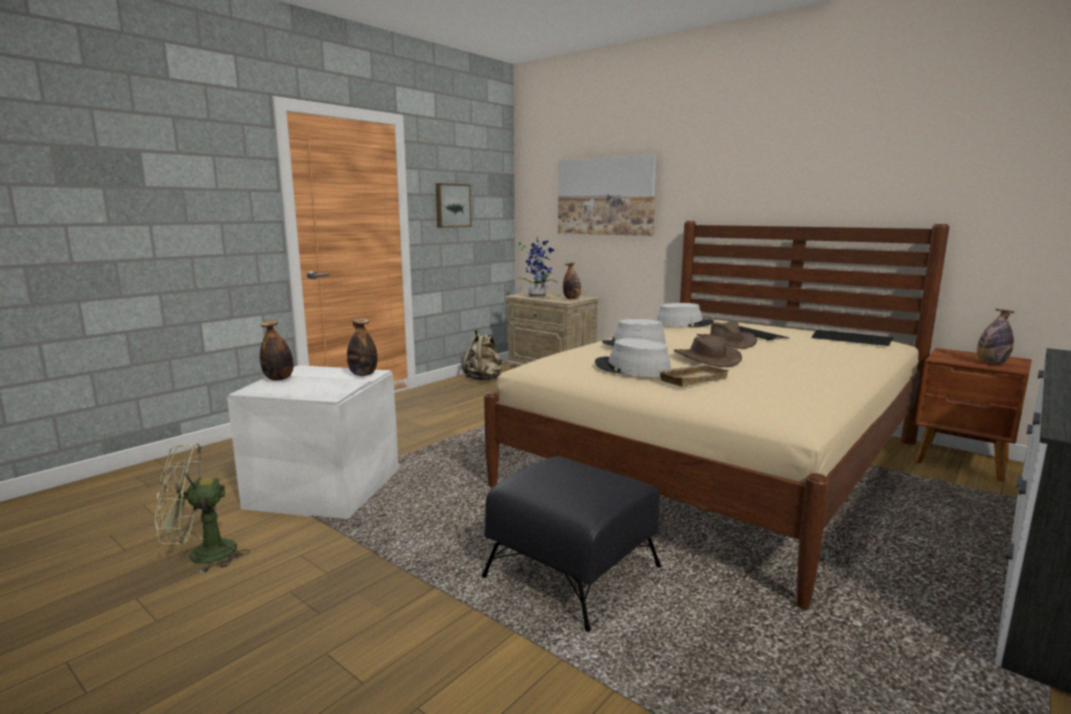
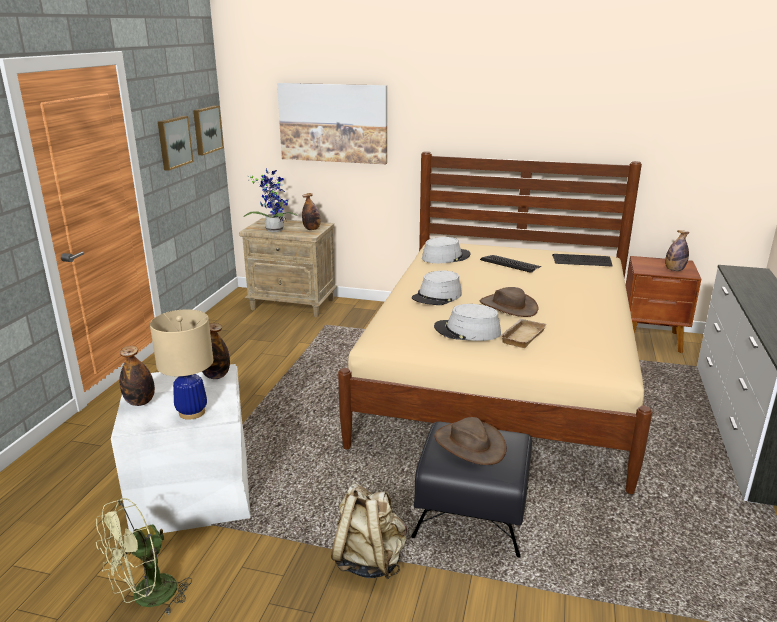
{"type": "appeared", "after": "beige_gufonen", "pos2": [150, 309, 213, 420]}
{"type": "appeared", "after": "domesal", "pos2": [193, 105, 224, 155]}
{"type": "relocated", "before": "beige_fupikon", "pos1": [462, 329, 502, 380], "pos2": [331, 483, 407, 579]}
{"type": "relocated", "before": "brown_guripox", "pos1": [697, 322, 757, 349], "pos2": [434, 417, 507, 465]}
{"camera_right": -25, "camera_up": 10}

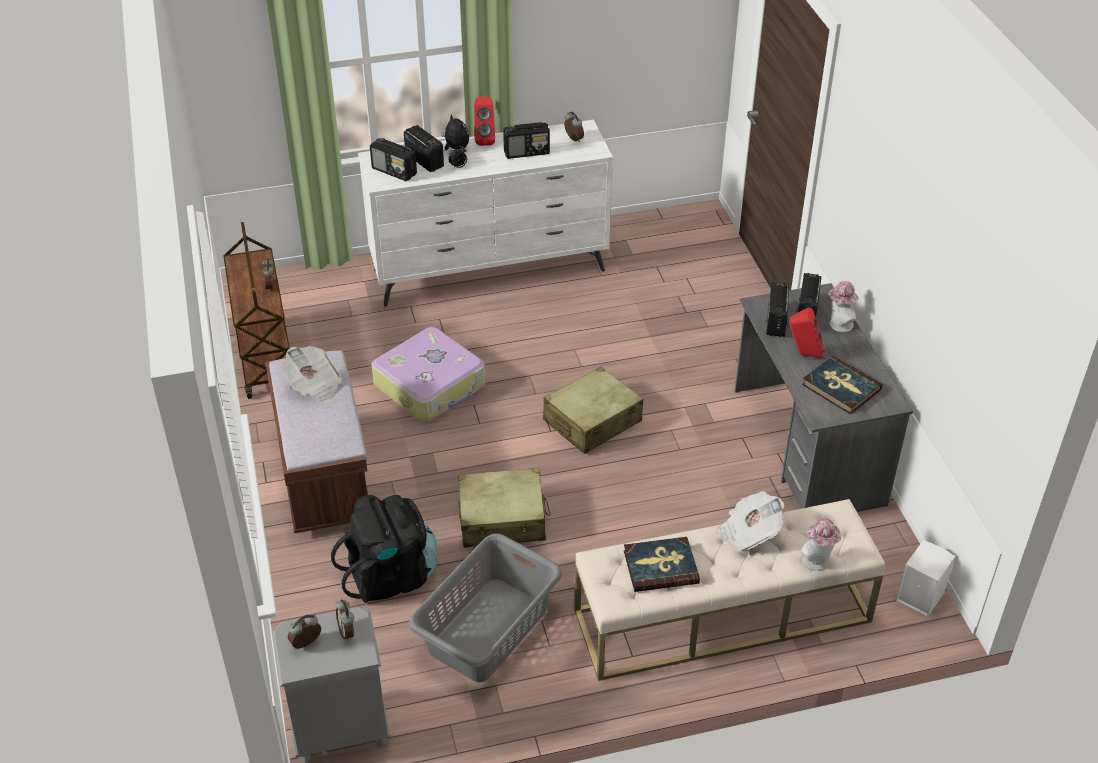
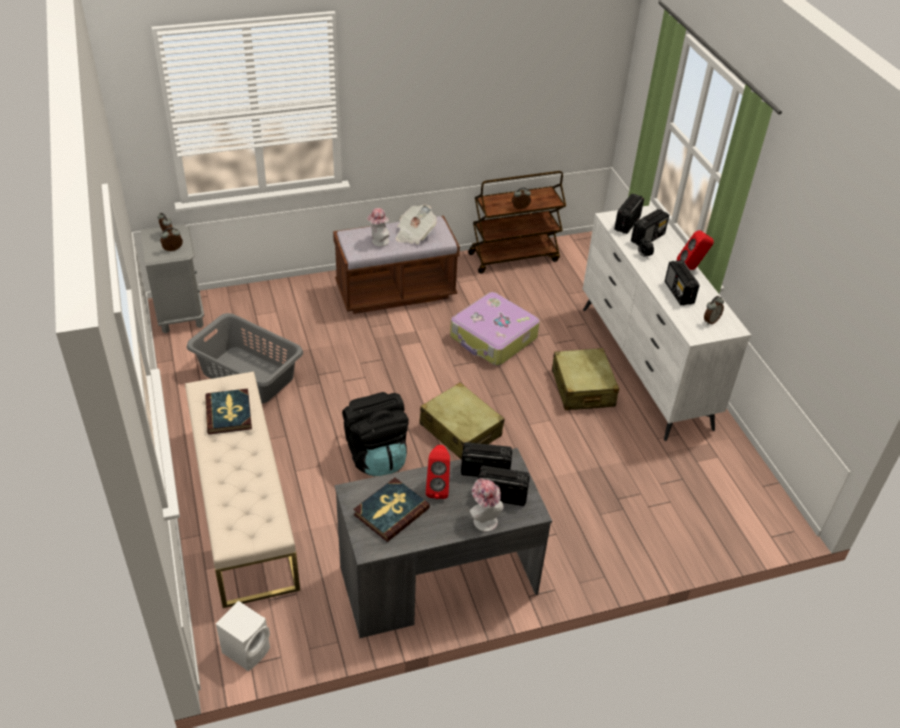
{"type": "relocated", "before": "black_fupikon", "pos1": [331, 495, 437, 603], "pos2": [342, 392, 409, 476]}
{"type": "relocated", "before": "guripox", "pos1": [801, 518, 841, 571], "pos2": [367, 208, 390, 246]}
{"type": "relocated", "before": "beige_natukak", "pos1": [458, 468, 551, 548], "pos2": [552, 348, 619, 410]}
{"type": "missing", "before": "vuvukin", "pos1": [442, 114, 469, 150]}
{"type": "missing", "before": "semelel", "pos1": [716, 491, 785, 553]}
{"camera_right": 85, "camera_up": 0}

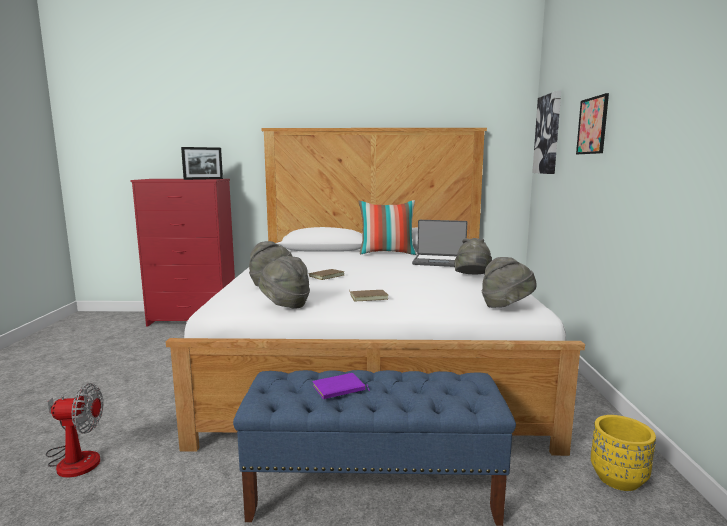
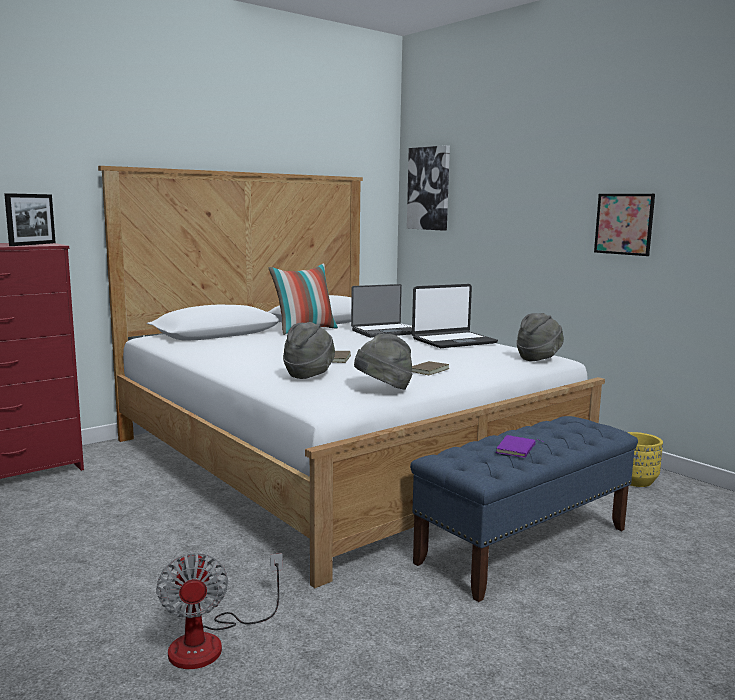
{"type": "spun", "before": "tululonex", "pos1": [46, 383, 103, 478], "pos2": [156, 551, 283, 669], "turn": 120}
{"type": "exchanged", "before": "grey_guripox", "after": "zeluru", "pos1": [454, 238, 492, 274], "pos2": [412, 284, 498, 348]}
{"type": "relocated", "before": "domesal", "pos1": [576, 93, 609, 154], "pos2": [594, 194, 655, 256]}
{"camera_right": -40, "camera_up": 0}

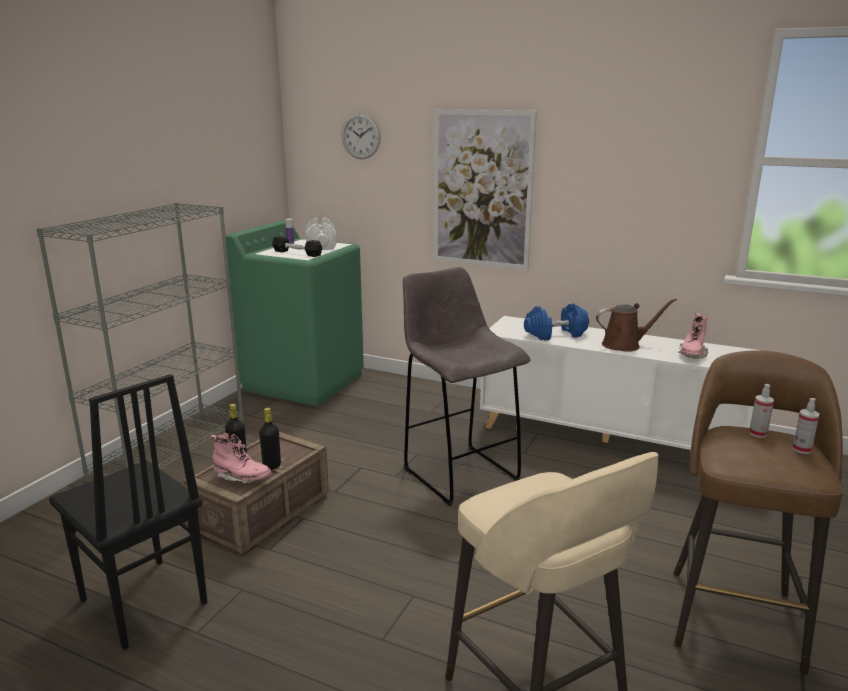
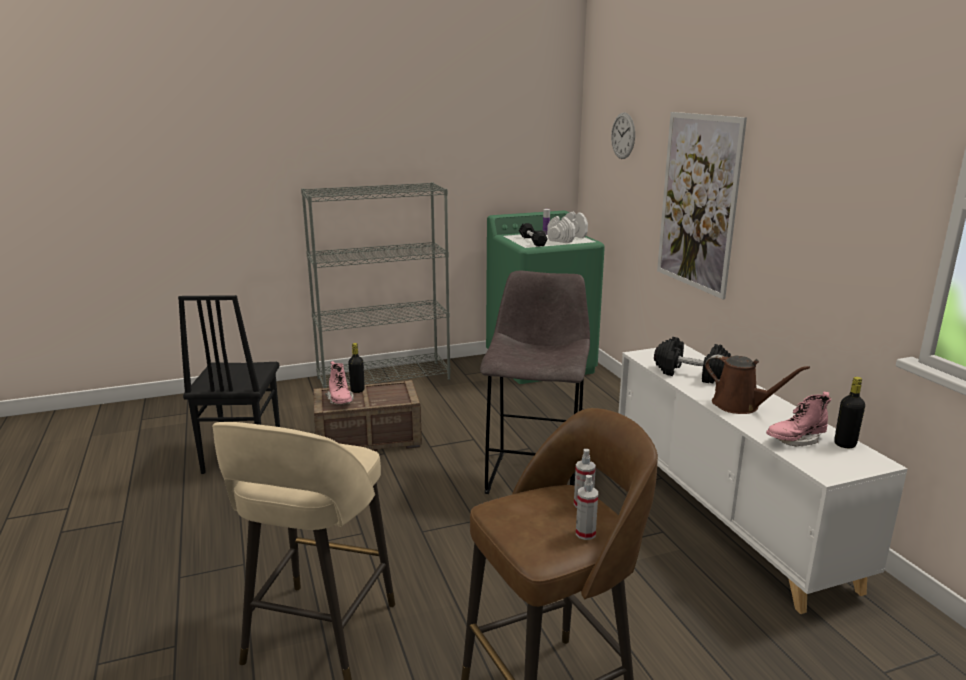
{"type": "colour", "before": "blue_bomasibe", "after": "black_bomasibe", "pos1": [524, 303, 589, 340], "pos2": [654, 337, 731, 384]}
{"type": "relocated", "before": "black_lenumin", "pos1": [259, 408, 281, 470], "pos2": [834, 377, 865, 448]}
{"camera_right": 45, "camera_up": 0}

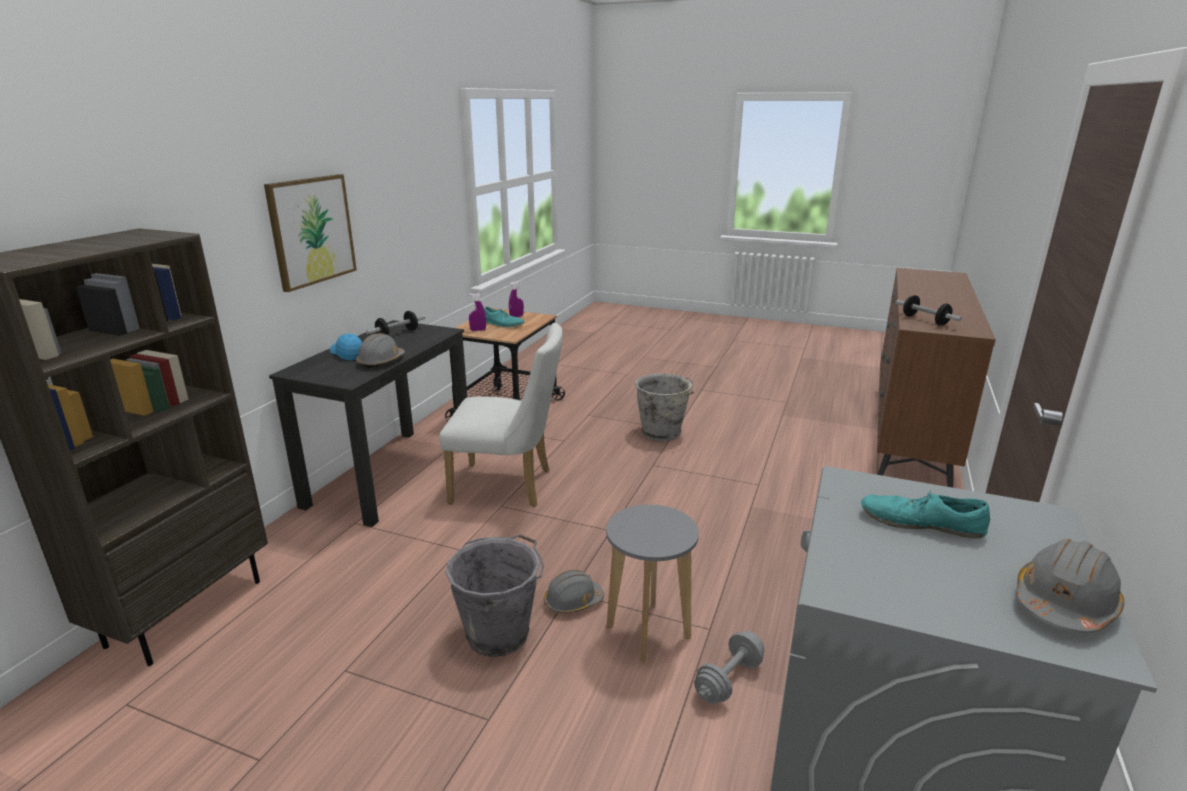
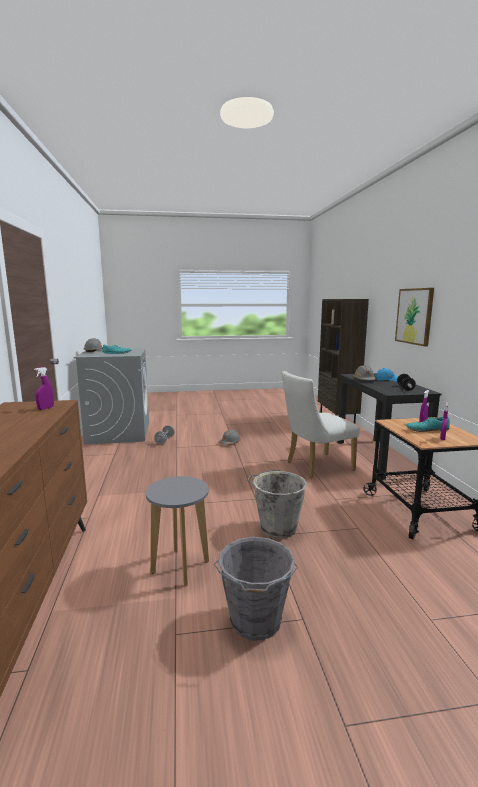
{"type": "exchanged", "before": "bomasibe", "after": "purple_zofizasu", "pos1": [896, 295, 962, 326], "pos2": [34, 367, 54, 410]}
{"type": "relocated", "before": "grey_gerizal", "pos1": [606, 505, 699, 663], "pos2": [146, 476, 209, 586]}
{"type": "relocated", "before": "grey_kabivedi", "pos1": [446, 534, 544, 657], "pos2": [214, 537, 298, 641]}
{"camera_right": 150, "camera_up": -10}

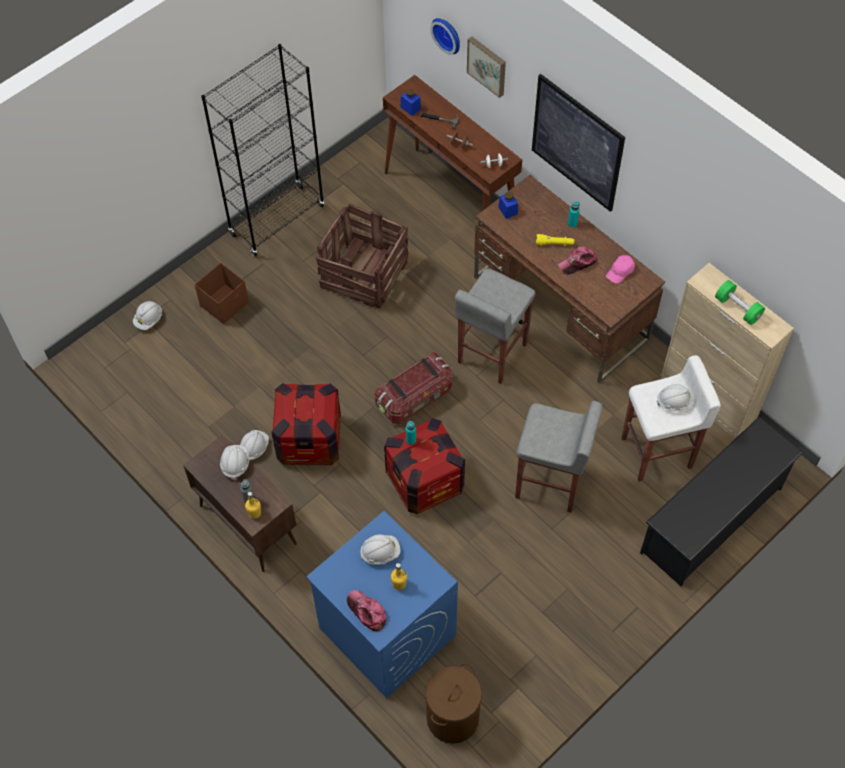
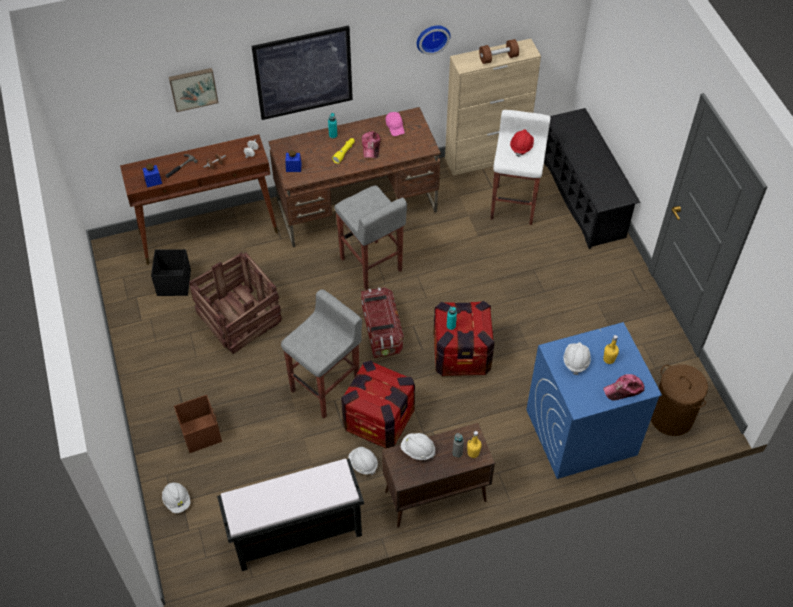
{"type": "appeared", "after": "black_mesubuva", "pos2": [151, 249, 191, 296]}
{"type": "appeared", "after": "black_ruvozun", "pos2": [217, 459, 364, 571]}
{"type": "relocated", "before": "grey_gerizal", "pos1": [515, 401, 603, 513], "pos2": [281, 289, 362, 418]}
{"type": "relocated", "before": "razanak", "pos1": [430, 18, 460, 54], "pos2": [417, 25, 450, 55]}
{"type": "colour", "before": "green_bomasibe", "after": "brown_bomasibe", "pos1": [715, 280, 765, 325], "pos2": [479, 39, 519, 64]}
{"type": "colour", "before": "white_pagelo", "after": "red_pagelo", "pos1": [657, 384, 694, 411], "pos2": [510, 129, 534, 157]}
{"type": "missing", "before": "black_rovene", "pos1": [201, 44, 325, 256]}
{"camera_right": -65, "camera_up": -5}

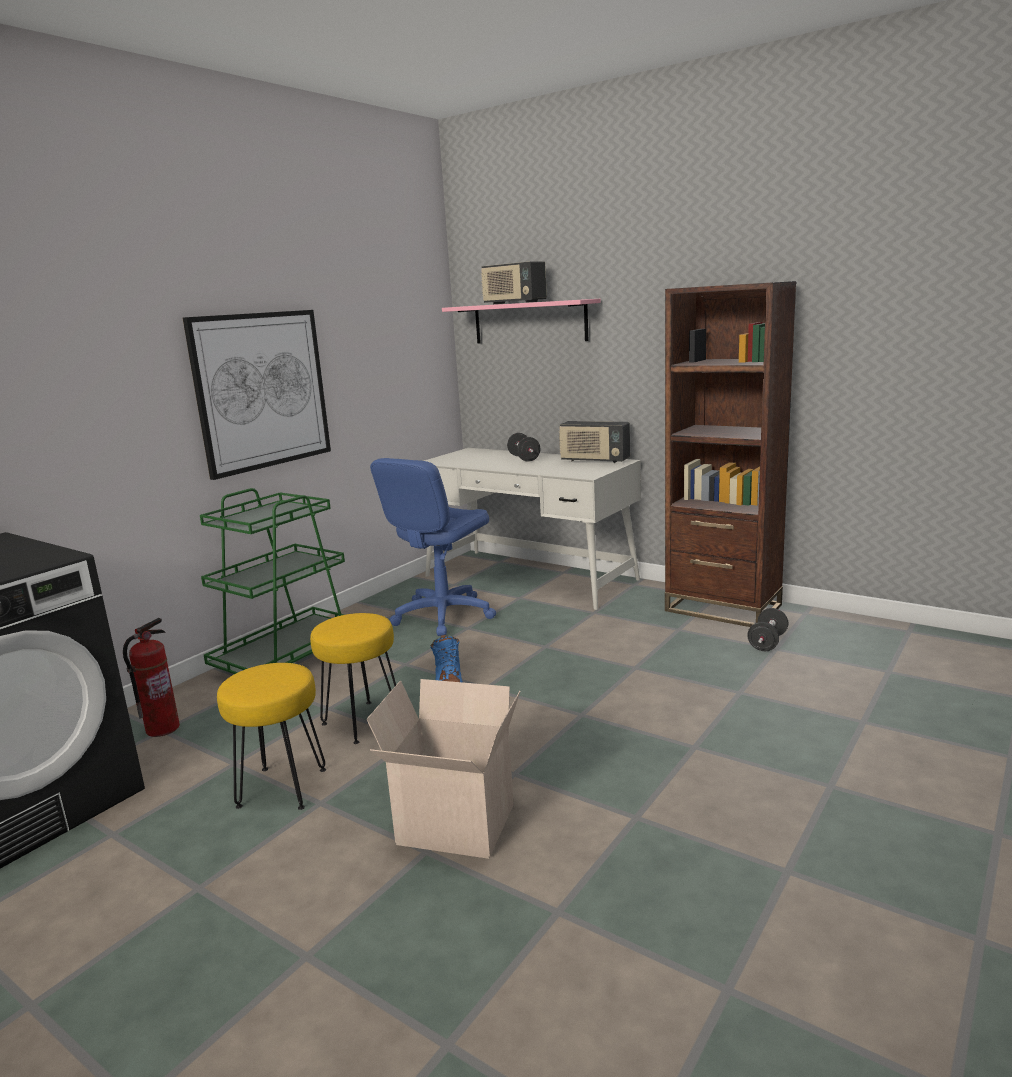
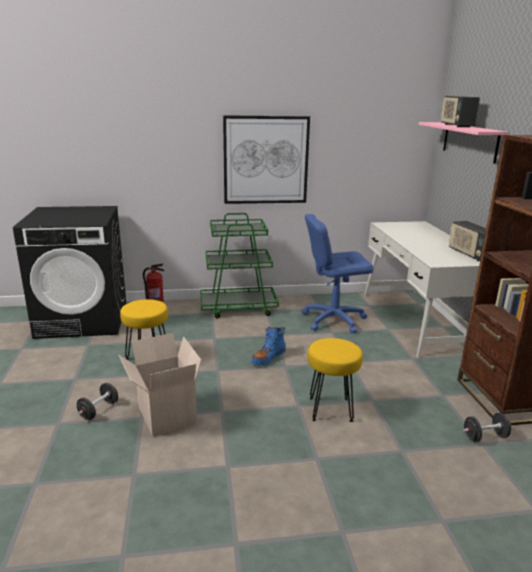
{"type": "relocated", "before": "black_bomasibe", "pos1": [507, 433, 540, 462], "pos2": [77, 383, 118, 420]}
{"type": "relocated", "before": "yellow_gerizal", "pos1": [310, 613, 396, 744], "pos2": [308, 338, 363, 422]}
{"camera_right": 45, "camera_up": 5}

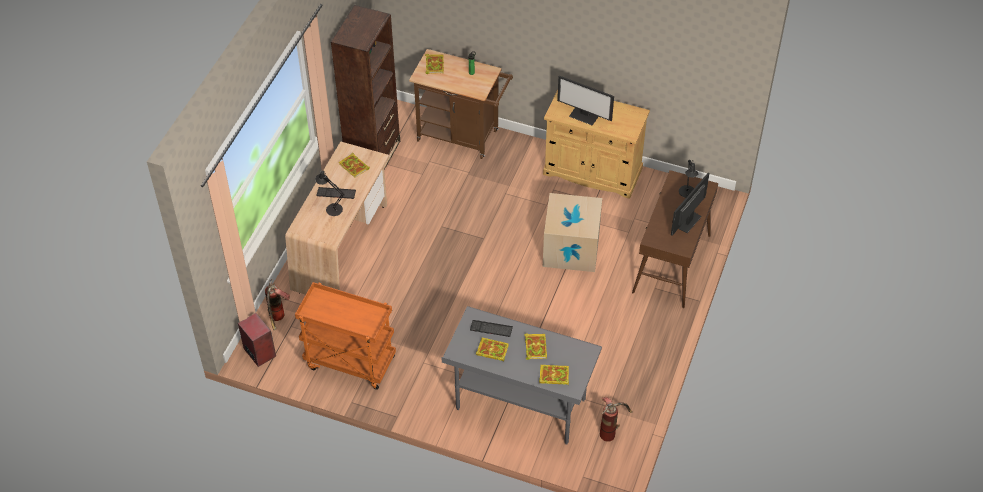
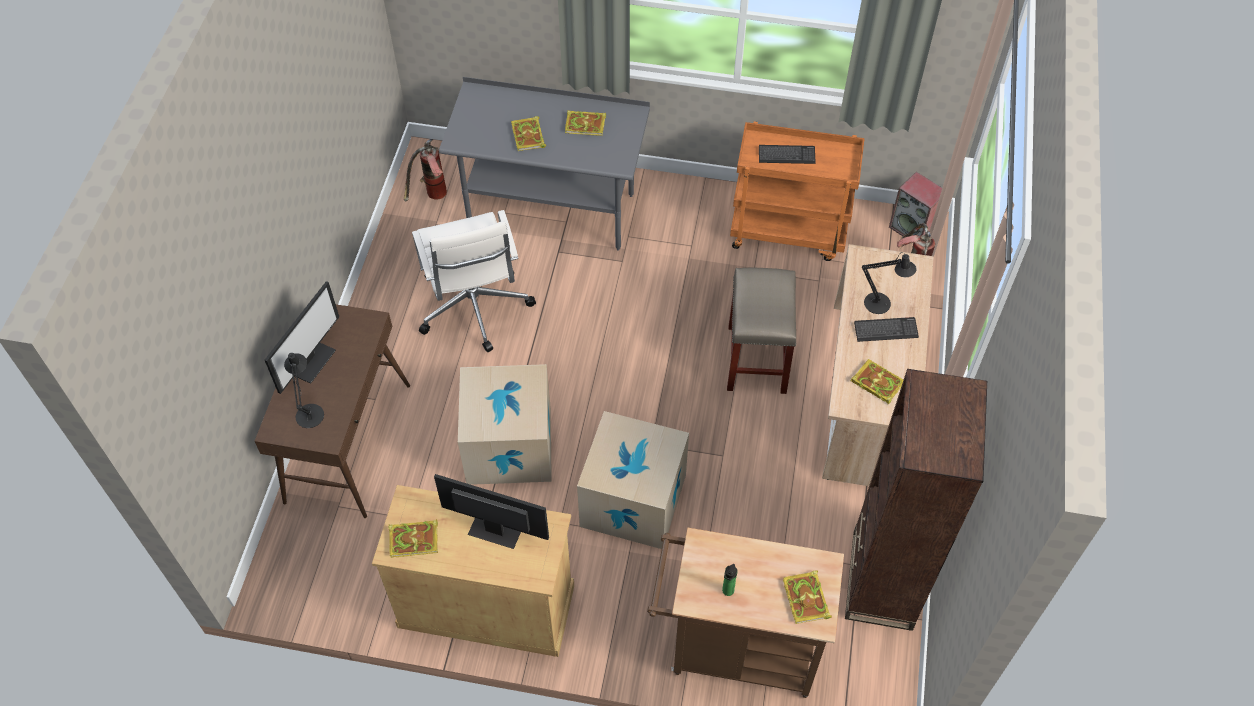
{"type": "relocated", "before": "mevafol", "pos1": [539, 365, 569, 385], "pos2": [388, 519, 438, 558]}
{"type": "appeared", "after": "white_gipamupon", "pos2": [412, 210, 536, 352]}
{"type": "appeared", "after": "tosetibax", "pos2": [577, 411, 689, 549]}
{"type": "appeared", "after": "beige_gerizal", "pos2": [727, 268, 796, 394]}
{"type": "relocated", "before": "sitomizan", "pos1": [470, 320, 513, 337], "pos2": [759, 145, 815, 164]}
{"camera_right": 170, "camera_up": 5}

